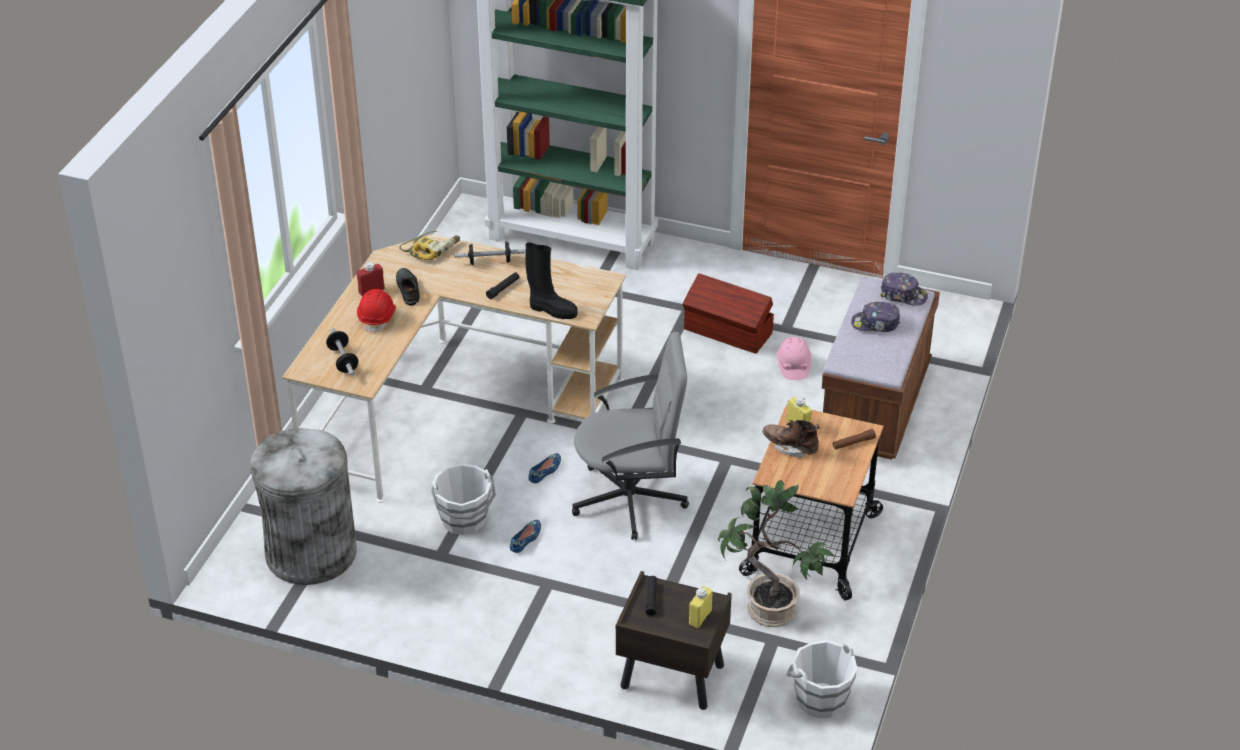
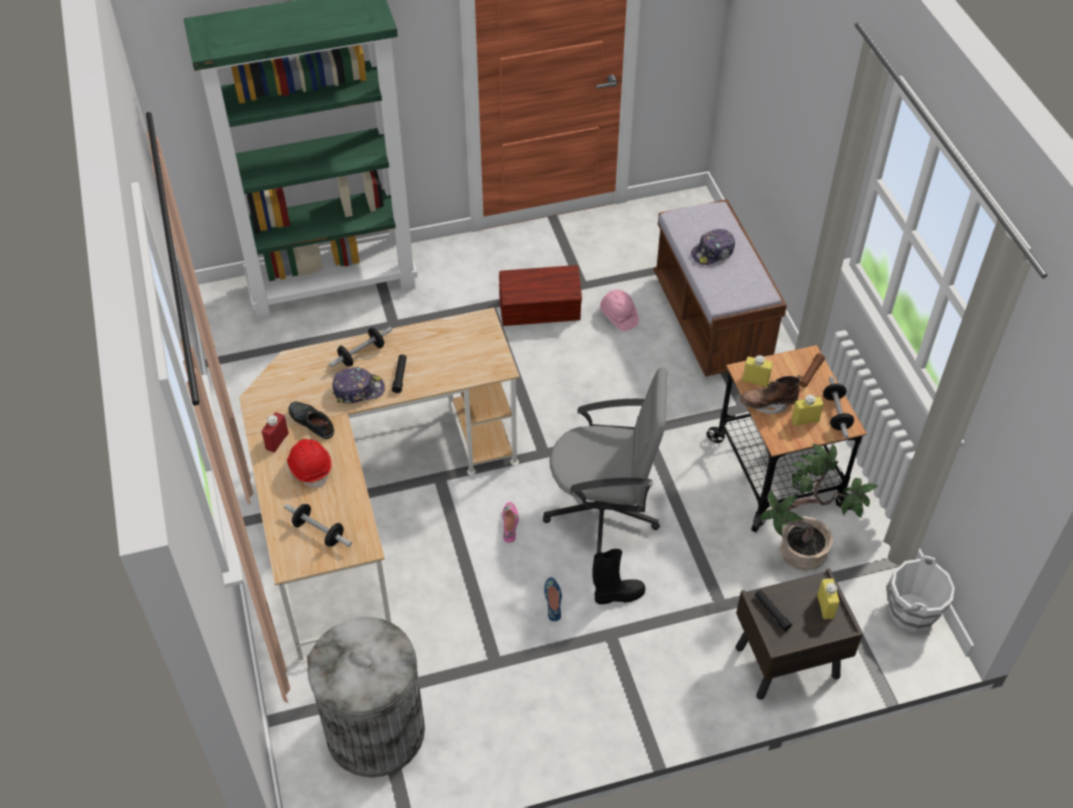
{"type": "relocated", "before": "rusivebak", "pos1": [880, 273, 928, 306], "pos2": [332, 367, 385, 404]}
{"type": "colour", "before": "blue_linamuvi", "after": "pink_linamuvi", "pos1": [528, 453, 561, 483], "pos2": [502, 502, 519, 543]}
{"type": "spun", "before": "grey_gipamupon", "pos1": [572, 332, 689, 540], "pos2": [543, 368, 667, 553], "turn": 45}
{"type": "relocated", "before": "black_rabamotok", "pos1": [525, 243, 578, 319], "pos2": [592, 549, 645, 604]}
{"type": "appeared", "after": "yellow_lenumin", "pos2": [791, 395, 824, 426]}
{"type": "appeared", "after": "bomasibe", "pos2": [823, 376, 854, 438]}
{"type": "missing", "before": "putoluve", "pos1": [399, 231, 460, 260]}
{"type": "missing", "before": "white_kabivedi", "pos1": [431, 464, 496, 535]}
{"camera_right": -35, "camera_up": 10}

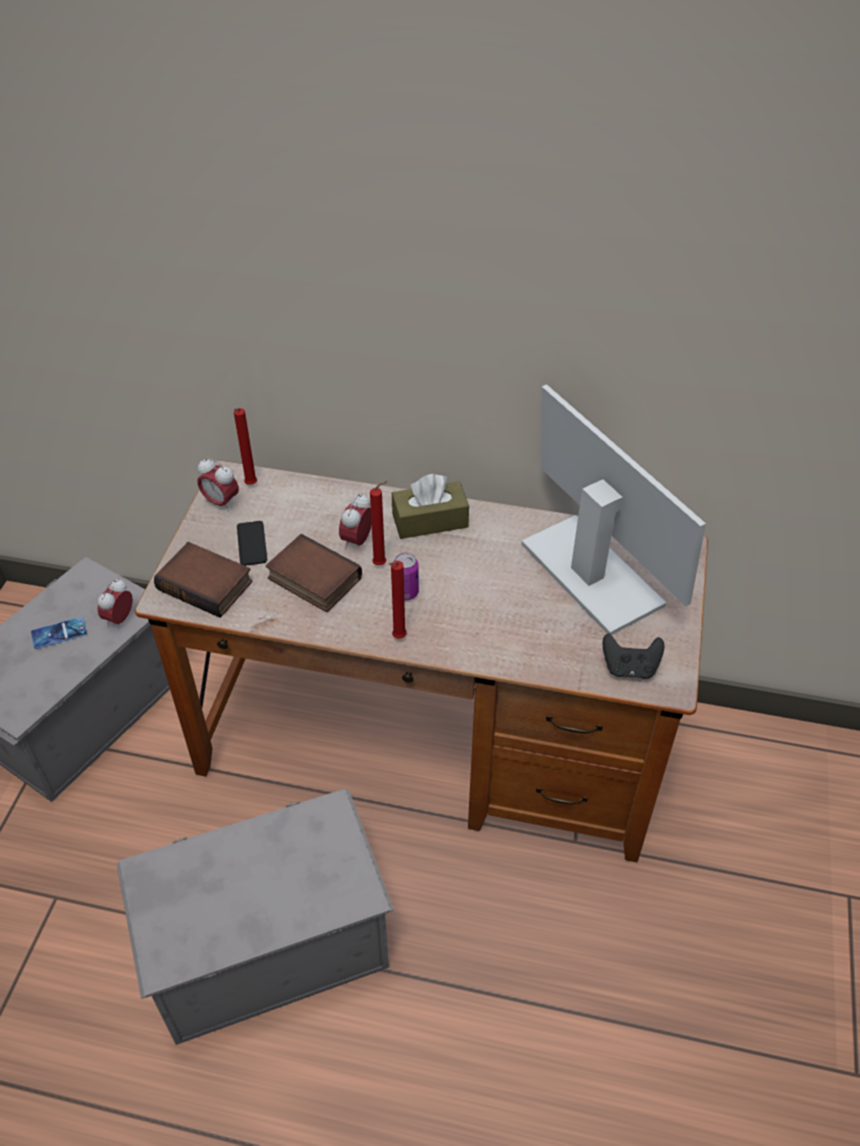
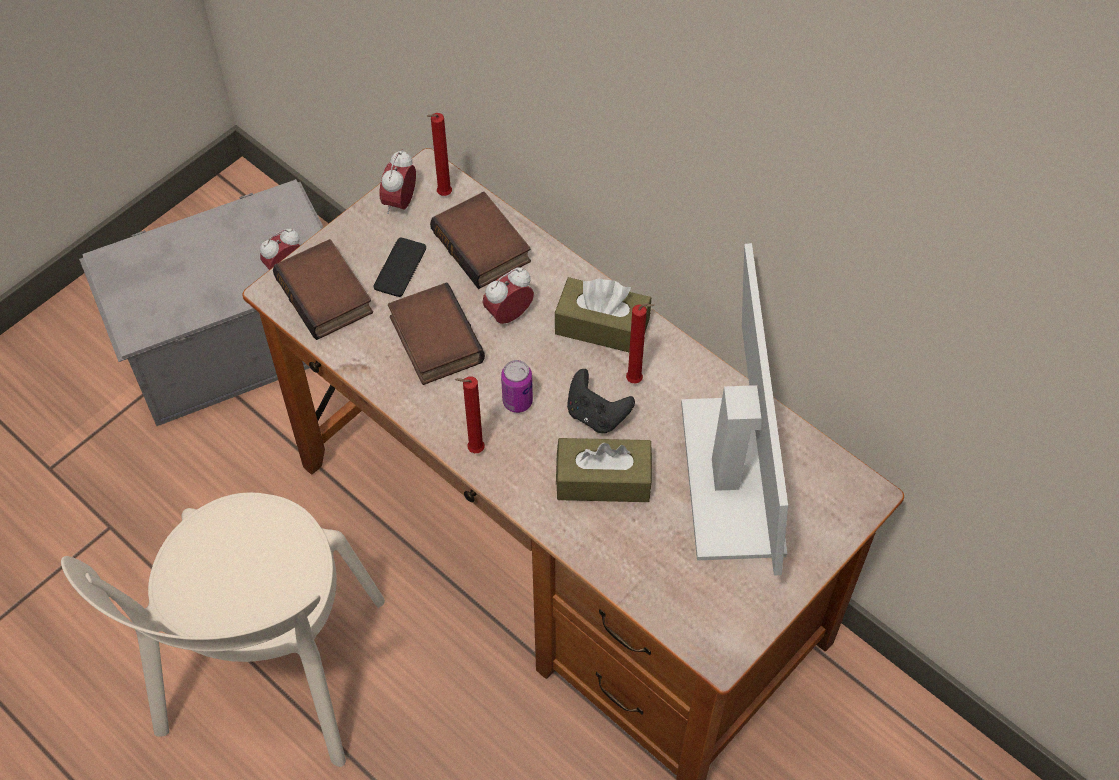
{"type": "exchanged", "before": "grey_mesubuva", "after": "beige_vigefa", "pos1": [116, 789, 394, 1045], "pos2": [61, 492, 385, 767]}
{"type": "spun", "before": "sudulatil", "pos1": [197, 458, 239, 512], "pos2": [379, 150, 416, 214], "turn": 45}
{"type": "appeared", "after": "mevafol", "pos2": [430, 192, 531, 289]}
{"type": "appeared", "after": "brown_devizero", "pos2": [556, 438, 652, 502]}
{"type": "relocated", "before": "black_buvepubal", "pos1": [602, 634, 664, 679], "pos2": [567, 369, 635, 434]}
{"type": "relocated", "before": "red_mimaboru", "pos1": [370, 481, 388, 566], "pos2": [626, 303, 655, 384]}
{"type": "missing", "before": "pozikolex", "pos1": [31, 617, 87, 649]}
{"camera_right": 30, "camera_up": 10}

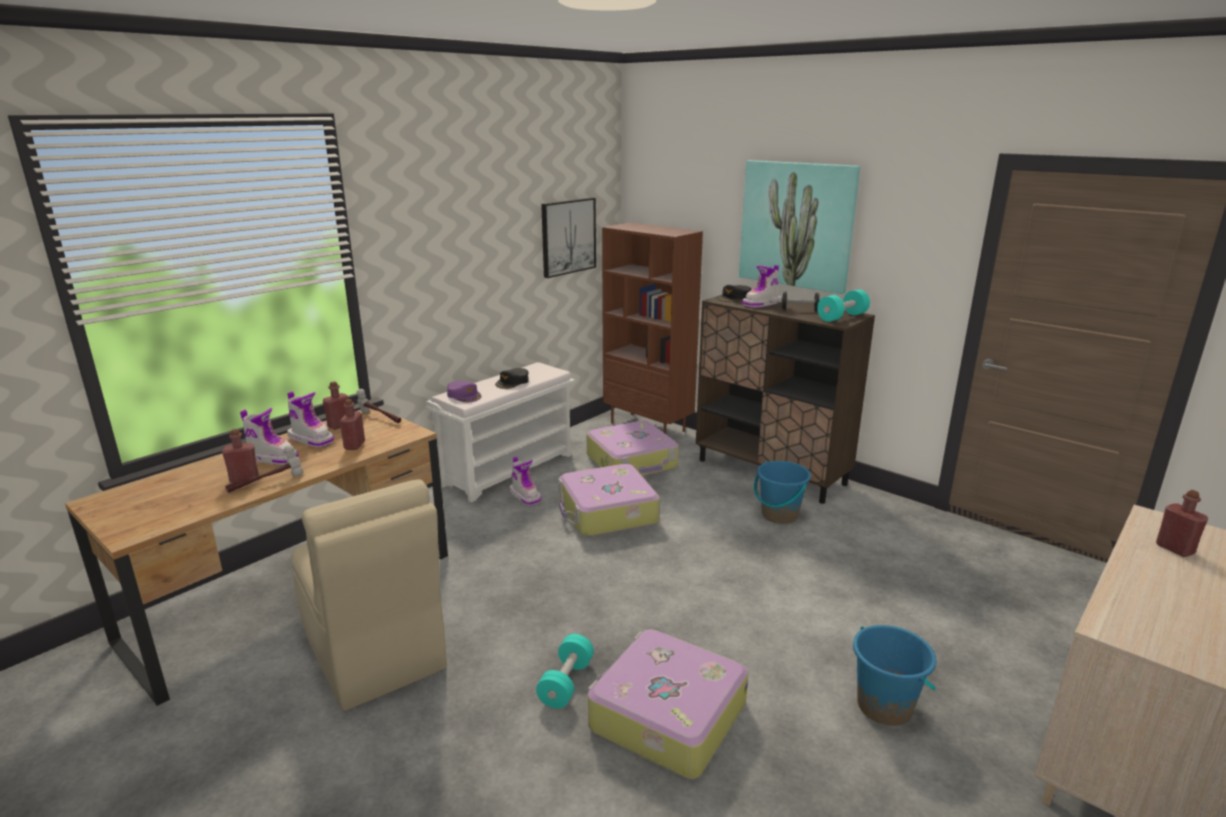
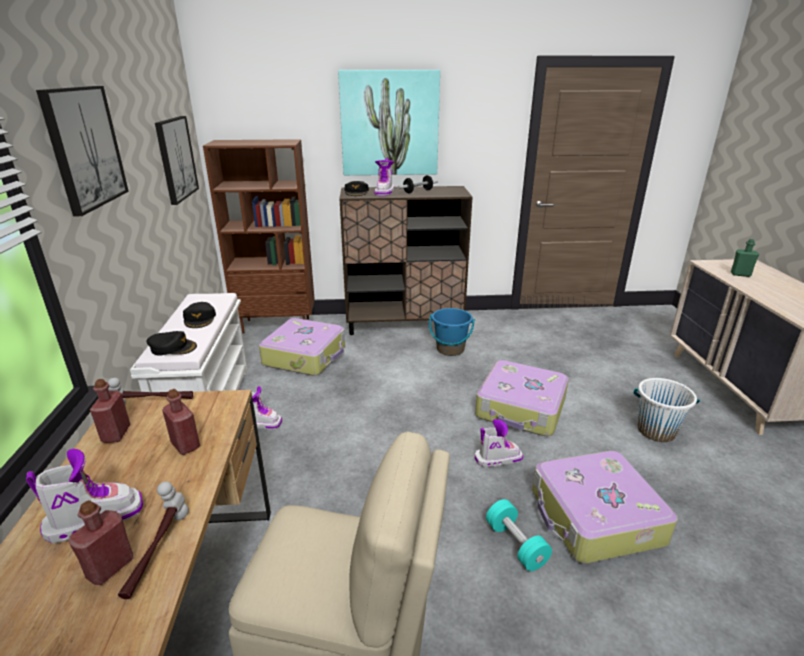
{"type": "appeared", "after": "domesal", "pos2": [36, 86, 129, 216]}
{"type": "colour", "before": "purple_rusivebak", "after": "black_rusivebak", "pos1": [447, 381, 481, 402], "pos2": [146, 331, 197, 356]}
{"type": "relocated", "before": "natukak", "pos1": [558, 464, 660, 537], "pos2": [475, 360, 569, 436]}
{"type": "relocated", "before": "rabamotok", "pos1": [287, 391, 334, 448], "pos2": [475, 419, 523, 467]}
{"type": "colour", "before": "blue_kabivedi", "after": "white_kabivedi", "pos1": [853, 625, 936, 726], "pos2": [634, 378, 700, 442]}
{"type": "colour", "before": "red_lenumin", "after": "green_lenumin", "pos1": [1156, 490, 1208, 557], "pos2": [731, 239, 759, 277]}
{"type": "missing", "before": "turquoise_bomasibe", "pos1": [817, 290, 870, 322]}
{"camera_right": -45, "camera_up": 5}

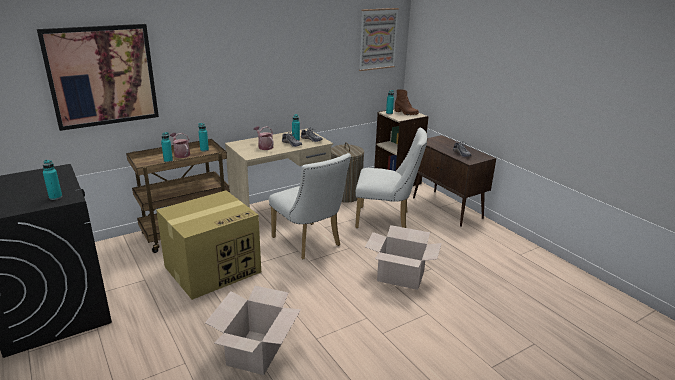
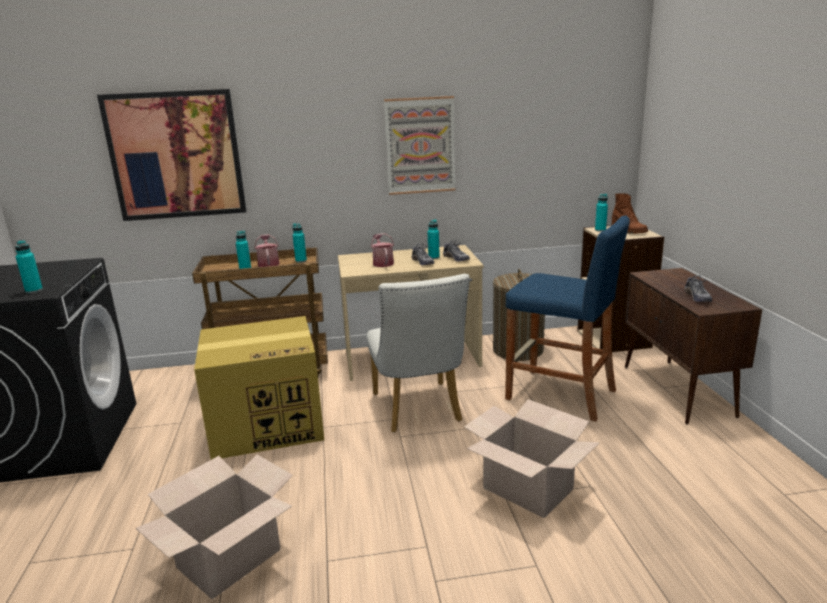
{"type": "relocated", "before": "domesal", "pos1": [359, 8, 399, 71], "pos2": [384, 96, 456, 195]}
{"type": "exchanged", "before": "white_vigefa", "after": "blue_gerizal", "pos1": [355, 128, 427, 228], "pos2": [505, 216, 630, 422]}
{"camera_right": 25, "camera_up": -5}

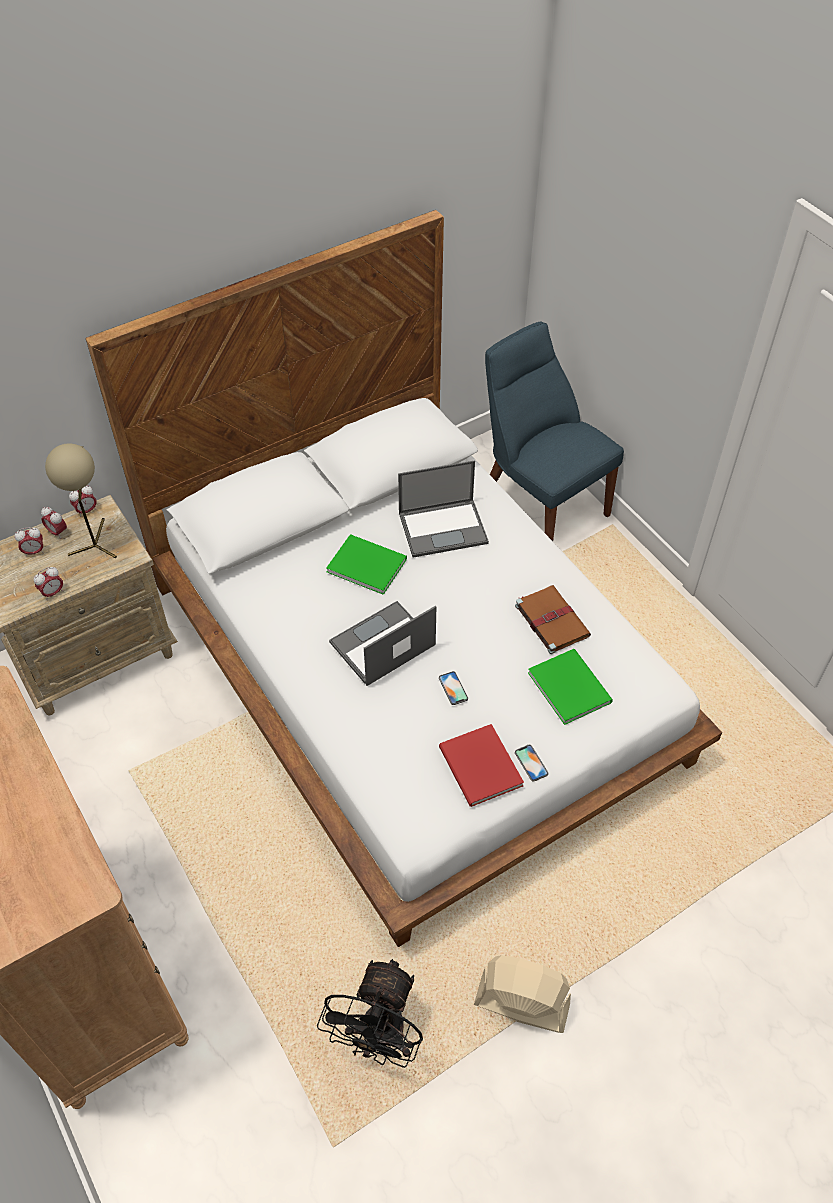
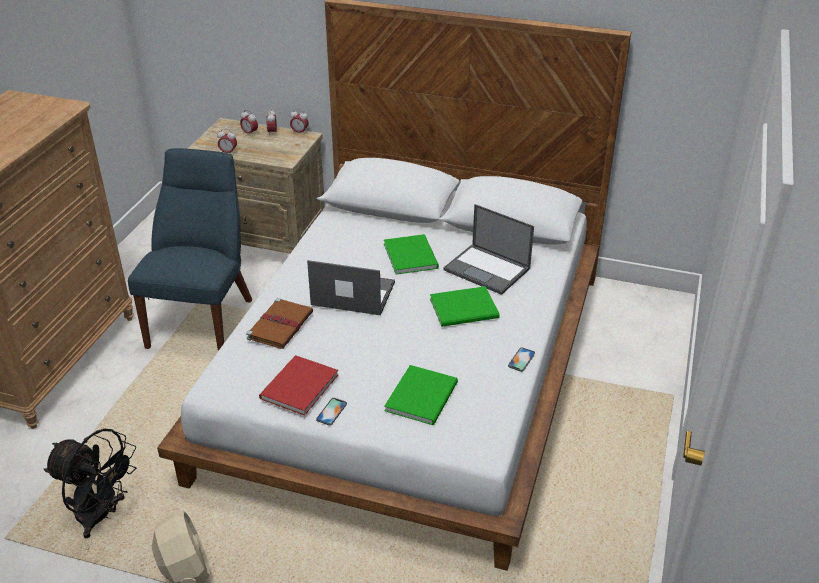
{"type": "spun", "before": "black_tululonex", "pos1": [317, 959, 423, 1068], "pos2": [44, 429, 137, 538], "turn": -135}
{"type": "relocated", "before": "blue_vigefa", "pos1": [485, 322, 624, 541], "pos2": [128, 148, 252, 351]}
{"type": "relocated", "before": "brown_mevafol", "pos1": [515, 585, 591, 654], "pos2": [246, 298, 313, 349]}
{"type": "appeared", "after": "green_mevafol", "pos2": [430, 286, 500, 327]}
{"type": "relocated", "before": "pozikolex", "pos1": [439, 671, 468, 705], "pos2": [508, 347, 535, 372]}
{"type": "missing", "before": "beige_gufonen", "pos1": [45, 443, 117, 558]}
{"camera_right": 50, "camera_up": -15}

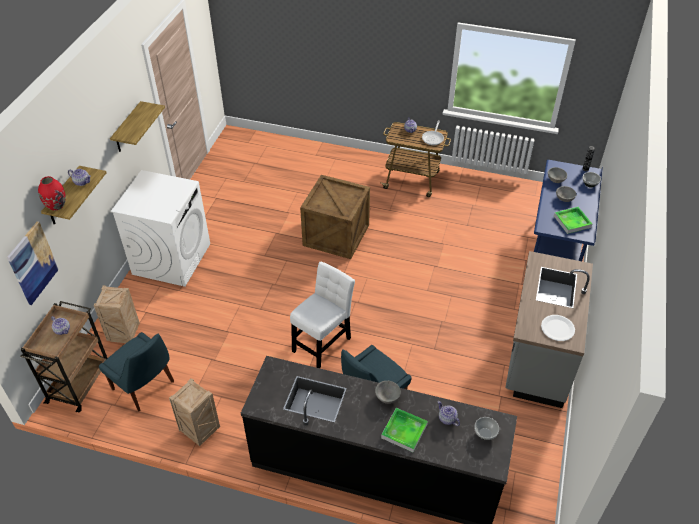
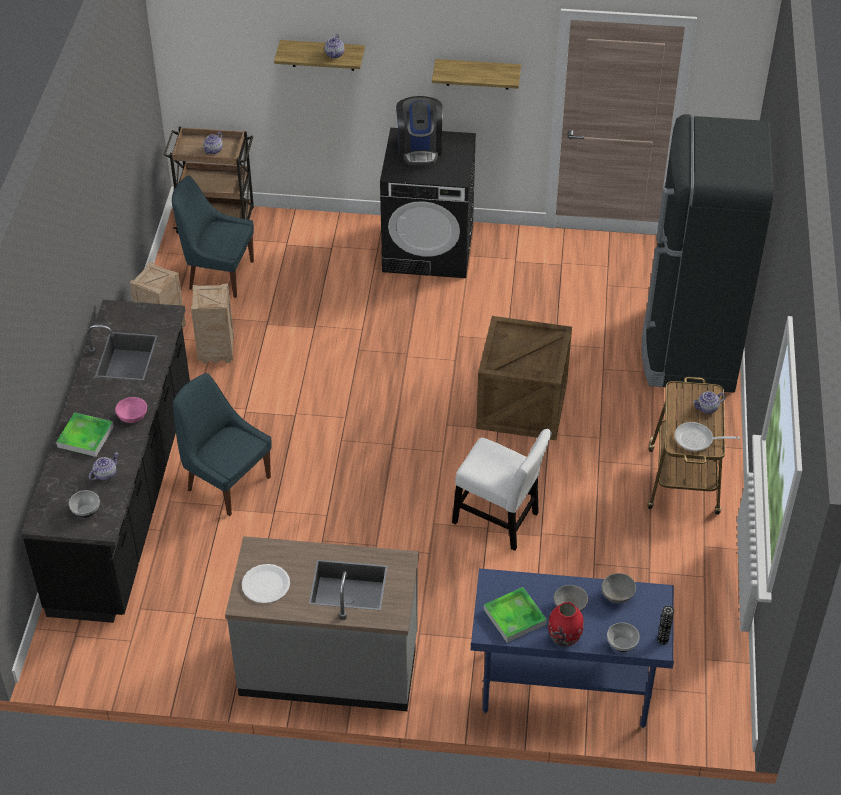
{"type": "colour", "before": "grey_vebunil", "after": "pink_vebunil", "pos1": [375, 381, 401, 404], "pos2": [115, 397, 147, 423]}
{"type": "spun", "before": "blue_vigefa", "pos1": [98, 332, 174, 412], "pos2": [172, 175, 254, 298], "turn": 75}
{"type": "relocated", "before": "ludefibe", "pos1": [94, 285, 140, 343], "pos2": [191, 284, 234, 364]}
{"type": "colour", "before": "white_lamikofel", "after": "black_lamikofel", "pos1": [111, 170, 210, 287], "pos2": [380, 128, 476, 278]}
{"type": "appeared", "after": "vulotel", "pos2": [396, 96, 443, 165]}
{"type": "relocated", "before": "white_vigefa", "pos1": [290, 262, 355, 368], "pos2": [452, 429, 552, 551]}
{"type": "relocated", "before": "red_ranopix", "pos1": [38, 176, 66, 211], "pos2": [548, 602, 584, 647]}
{"type": "appeared", "after": "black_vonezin", "pos2": [642, 114, 774, 393]}
{"type": "missing", "before": "domesal", "pos1": [7, 221, 59, 305]}
{"camera_right": 80, "camera_up": 0}

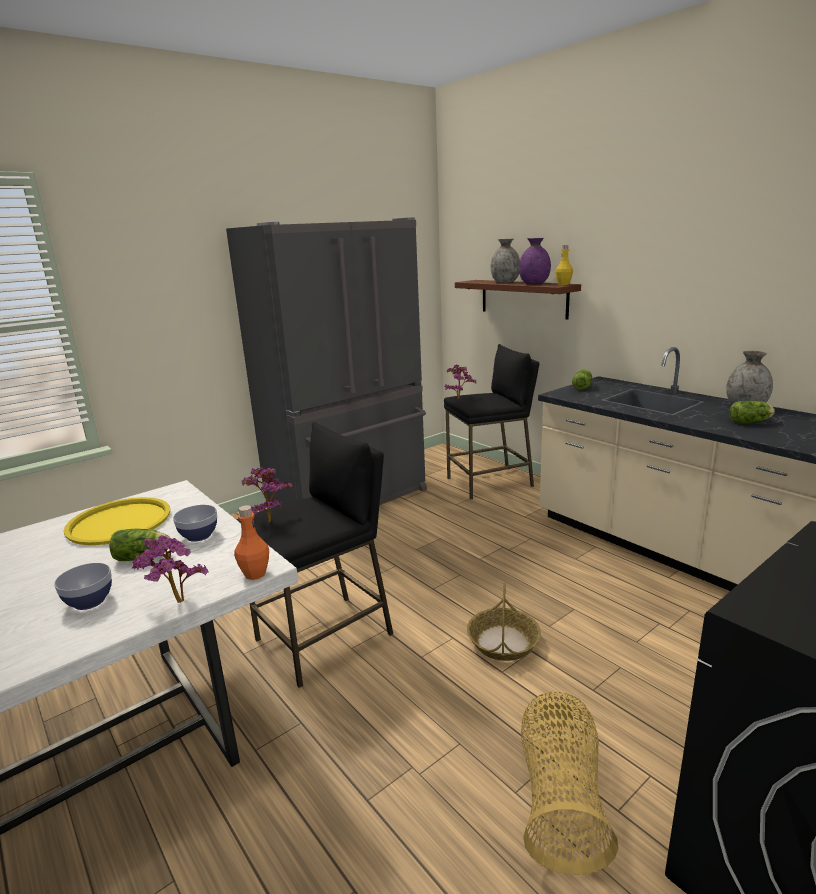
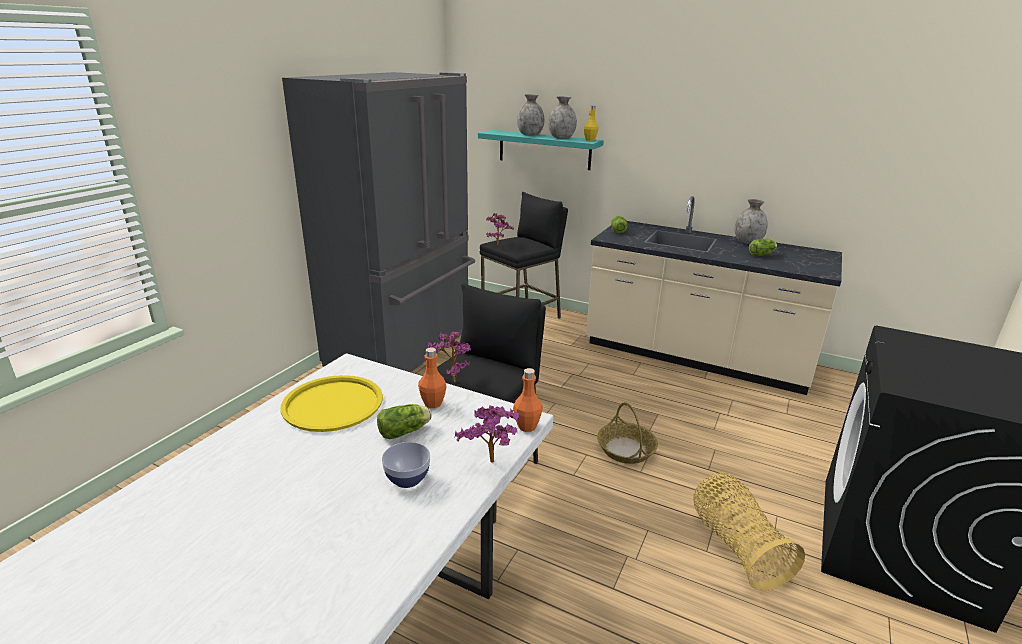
{"type": "exchanged", "before": "vebunil", "after": "orange_lenumin", "pos1": [173, 505, 217, 542], "pos2": [418, 348, 446, 408]}
{"type": "colour", "before": "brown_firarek", "after": "turquoise_firarek", "pos1": [455, 280, 581, 320], "pos2": [478, 130, 604, 170]}
{"type": "colour", "before": "purple_ranopix", "after": "grey_ranopix", "pos1": [519, 238, 551, 284], "pos2": [549, 96, 577, 139]}
{"camera_right": -25, "camera_up": 5}

